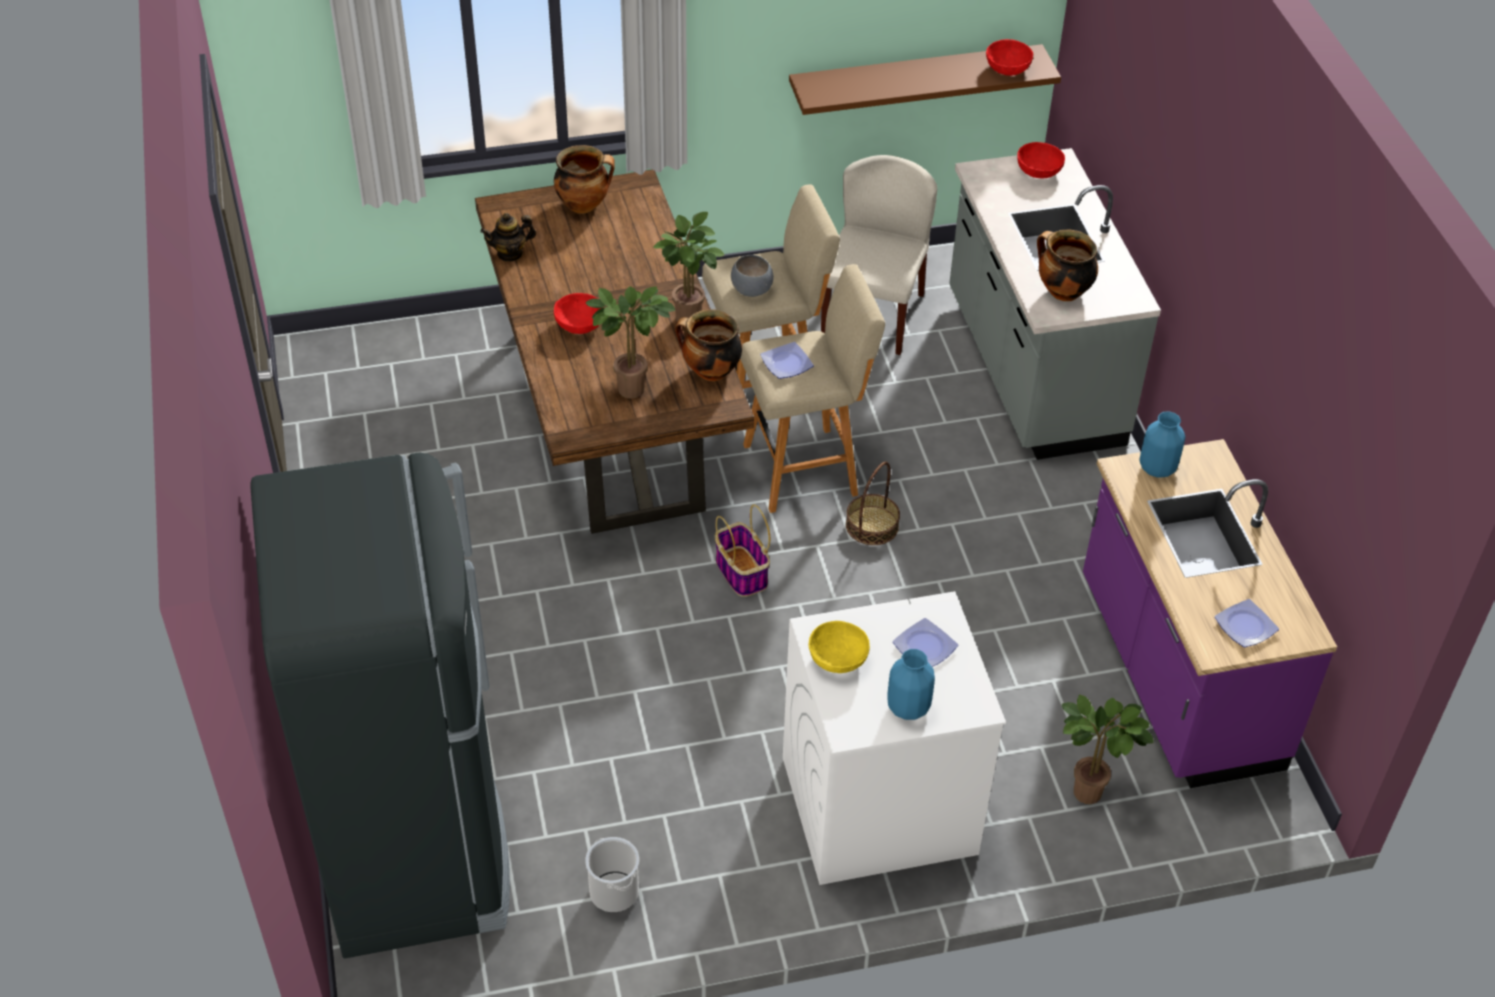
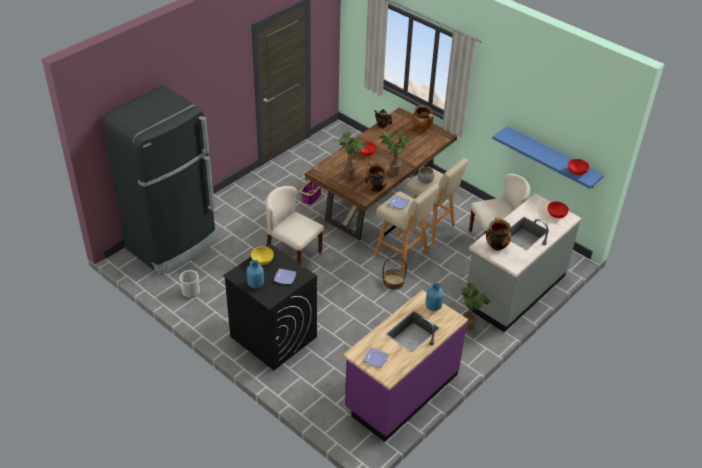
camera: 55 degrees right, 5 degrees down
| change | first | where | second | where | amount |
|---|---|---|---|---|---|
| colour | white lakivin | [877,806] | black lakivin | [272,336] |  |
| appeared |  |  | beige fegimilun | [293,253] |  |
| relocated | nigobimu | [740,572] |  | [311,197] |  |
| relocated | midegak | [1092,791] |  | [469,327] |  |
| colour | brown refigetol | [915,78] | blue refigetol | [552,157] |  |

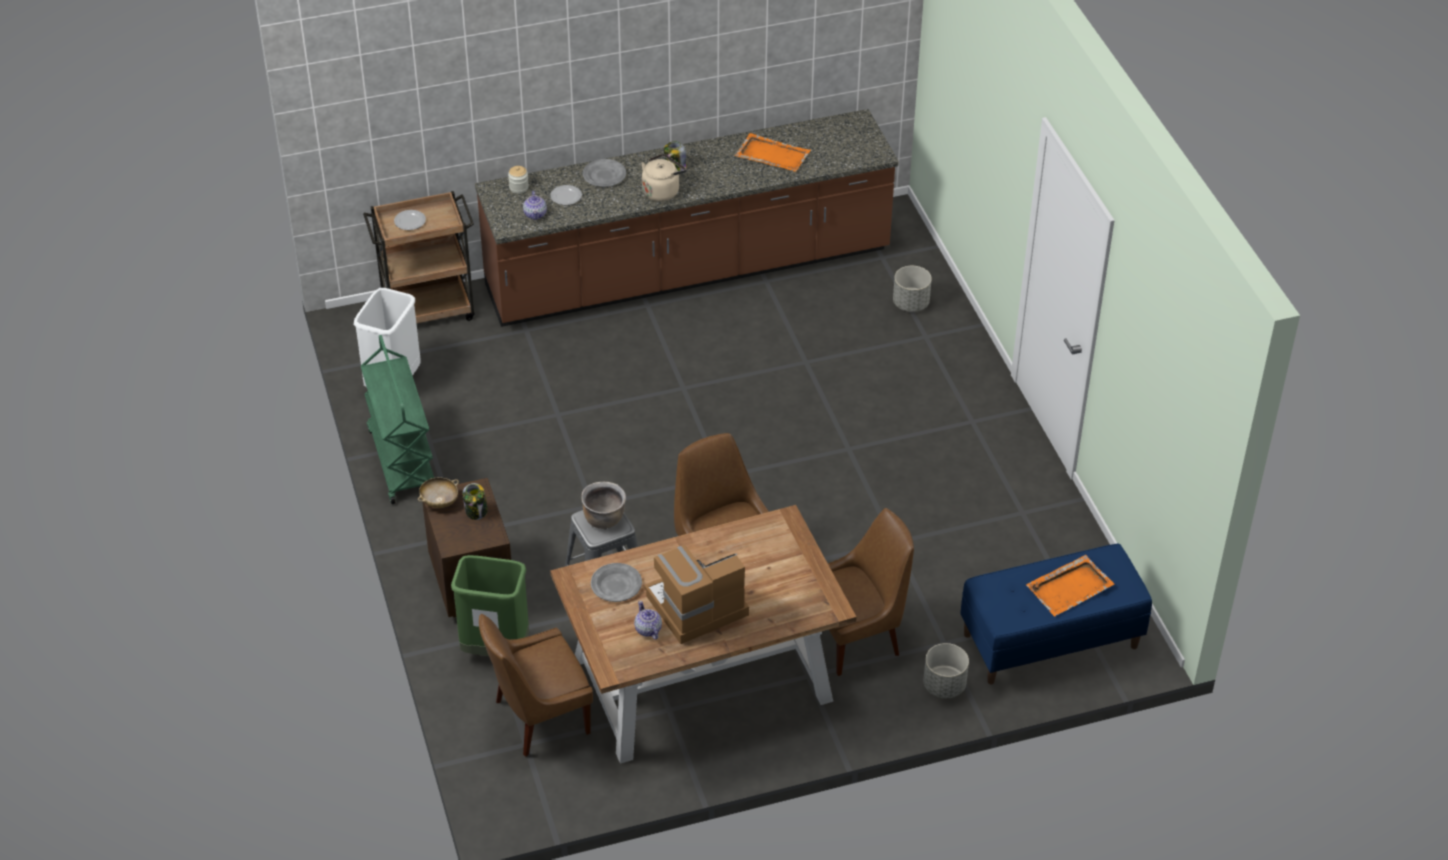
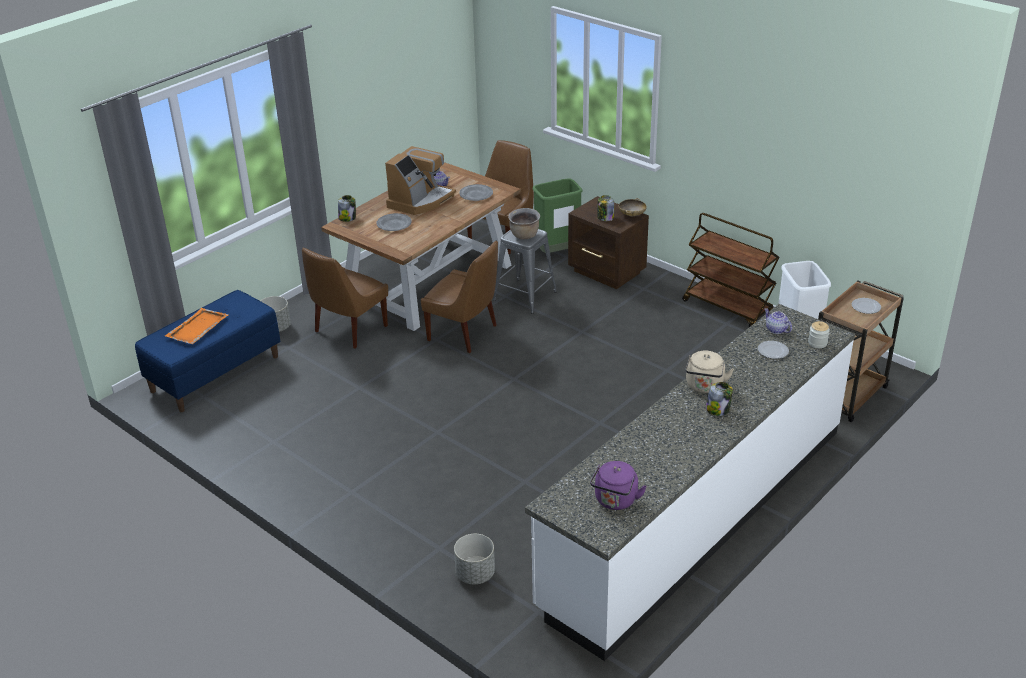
camera: 150 degrees right, 10 degrees down
| change | first | where | second | where | amount |
|---|---|---|---|---|---|
| appeared |  |  | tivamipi | [347,218] |  |
| relocated | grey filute | [604,175] |  | [394,224] |  |
| colour | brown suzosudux | [688,271] | white suzosudux | [695,515] |  |
| appeared |  |  | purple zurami | [615,501] |  |
| colour | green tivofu | [401,461] | brown tivofu | [728,308] |  |
| missing | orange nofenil | [772,155] |  |  |  |

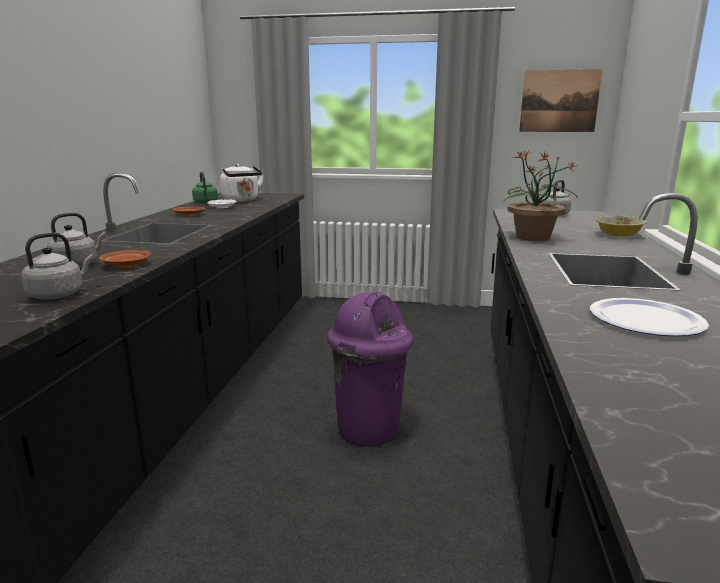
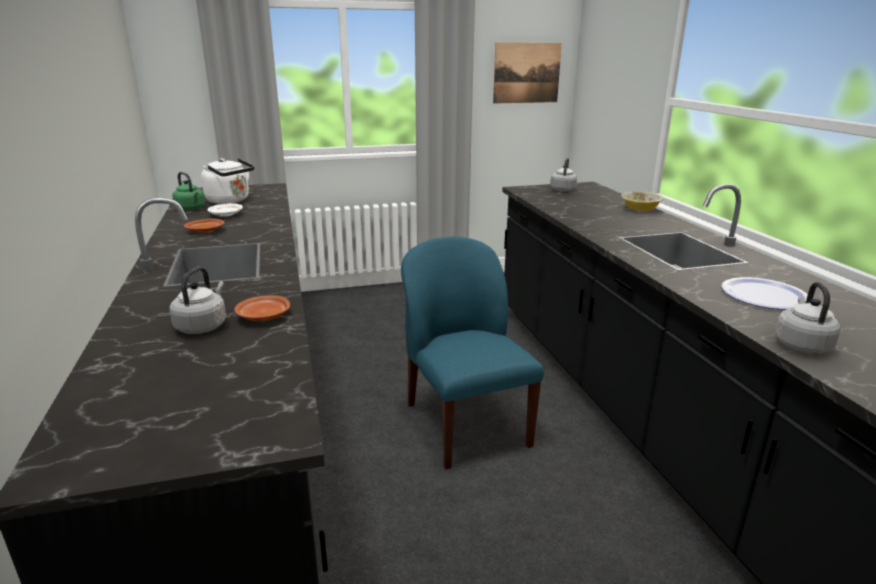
camera: 25 degrees left, 5 degrees up
| change | first | where | second | where | amount |
|---|---|---|---|---|---|
| exchanged | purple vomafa | [369,429] | blue fegimilun | [465,423] |  |
| relocated | grey zurami | [59,294] |  | [801,344] |  |
| missing | midegak | [533,238] |  |  |  |

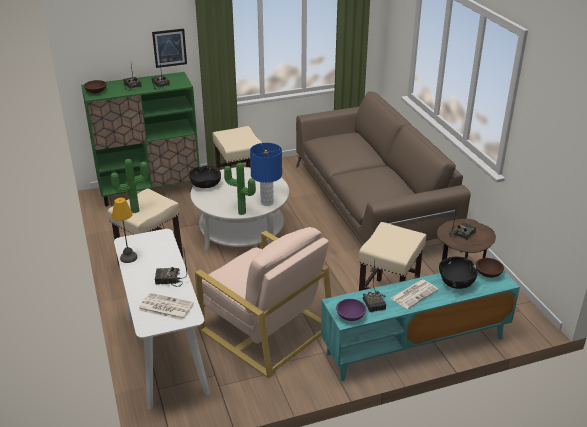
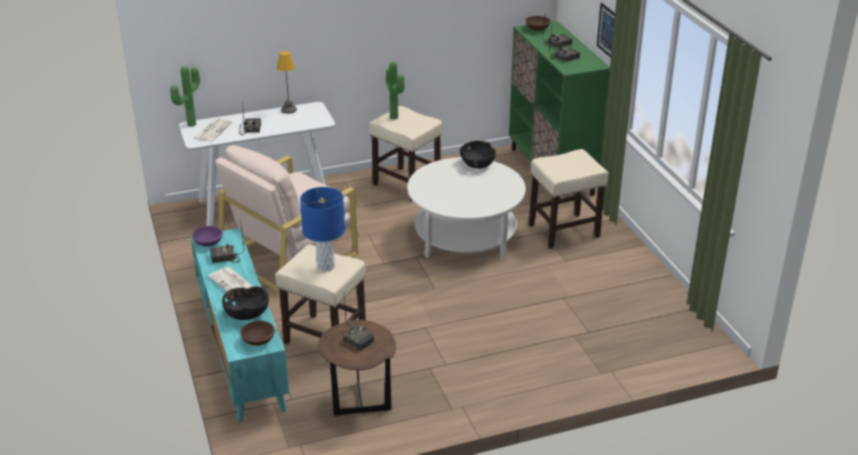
camera: 90 degrees right, 0 degrees up
| change | first | where | second | where | amount |
|---|---|---|---|---|---|
| relocated | midegak | [241,213] |  | [190,124] |  |
| relocated | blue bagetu | [267,202] |  | [326,266] |  |
| missing | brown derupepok | [371,205] |  |  |  |

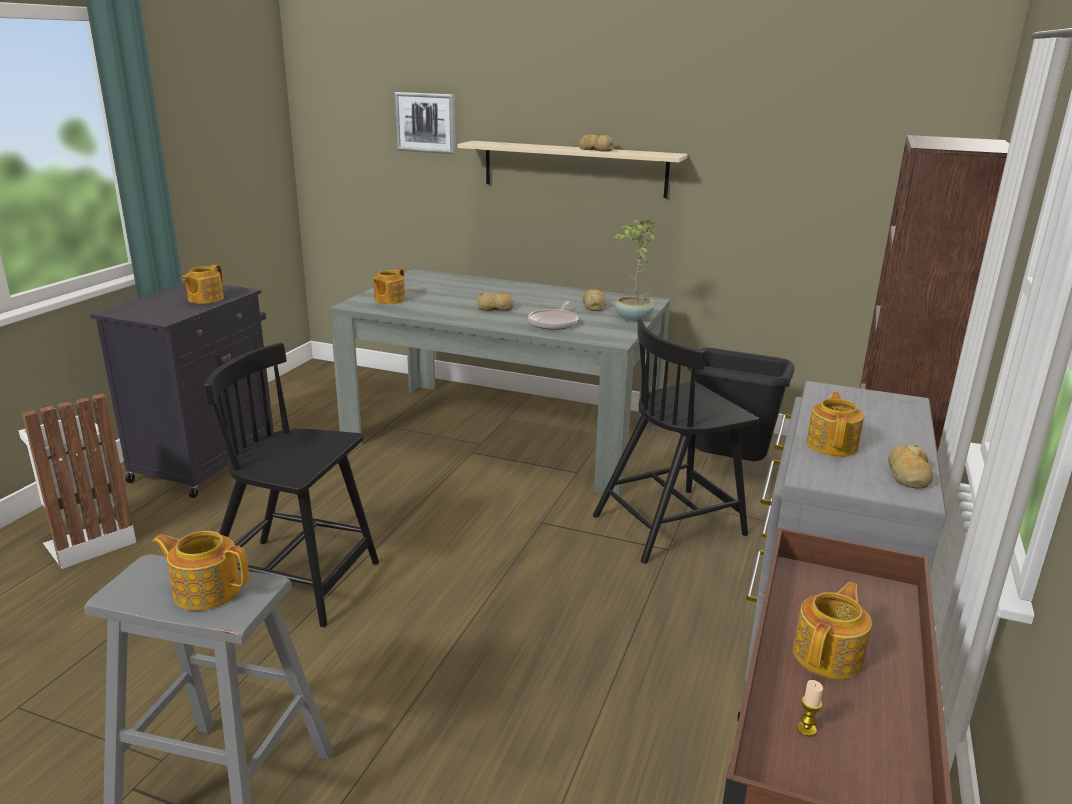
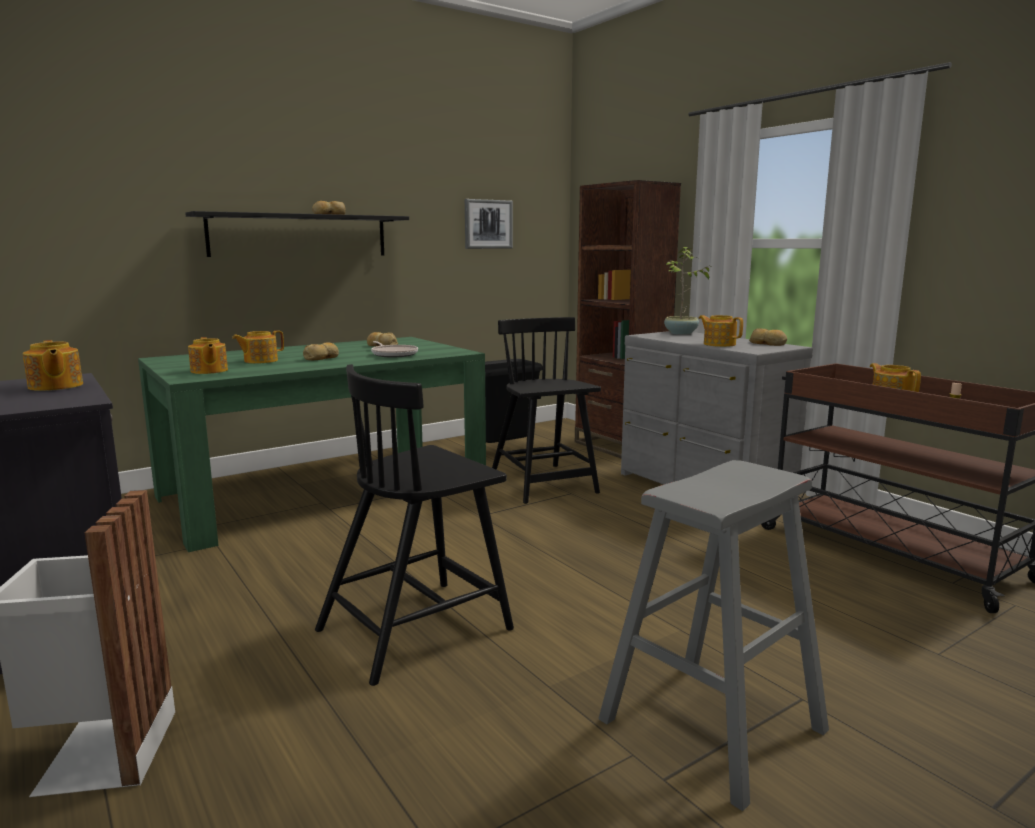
camera: 55 degrees left, 10 degrees down
| change | first | where | second | where | amount |
|---|---|---|---|---|---|
| colour | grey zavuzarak | [505,433] | green zavuzarak | [324,491] |  |
| colour | beige refigetol | [574,169] | black refigetol | [300,235] |  |
| relocated | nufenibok | [206,590] |  | [260,361] |  |
| relocated | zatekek | [425,122] |  | [488,224] |  |
| spun | black fegimilun | [671,524] |  | [543,484] | 150 degrees clockwise |
| relocated | midegak | [632,318] |  | [681,333] |  |

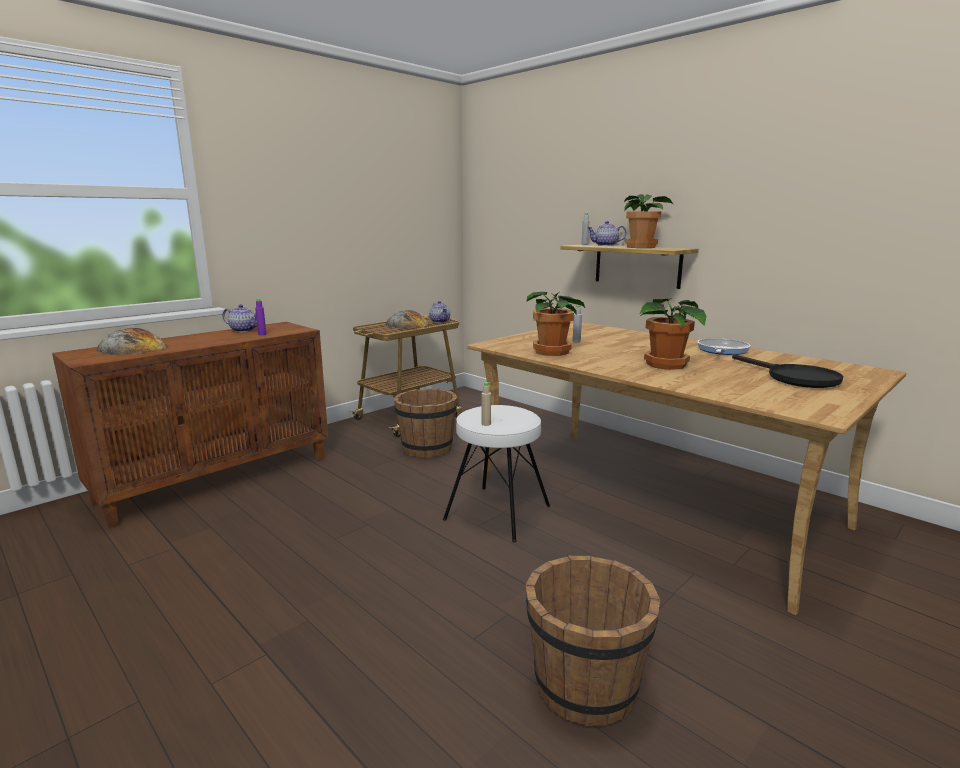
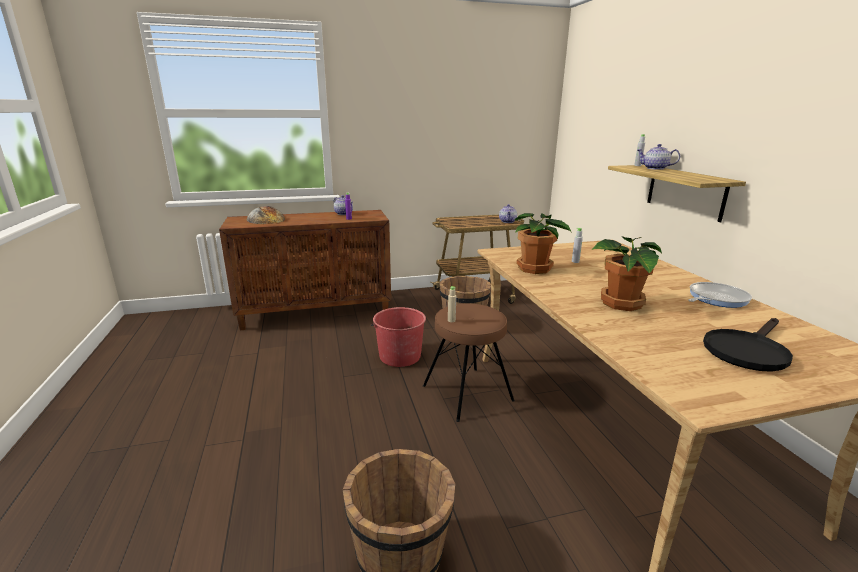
camera: 30 degrees right, 5 degrees up
| change | first | where | second | where | amount |
|---|---|---|---|---|---|
| appeared |  |  | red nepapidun | [399,356] |  |
| colour | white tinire | [497,512] | brown tinire | [467,393] |  |
| spun | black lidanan | [794,378] |  | [747,350] | 45 degrees clockwise |
| missing | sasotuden | [407,324] |  |  |  |
| missing | midegak | [641,247] |  |  |  |

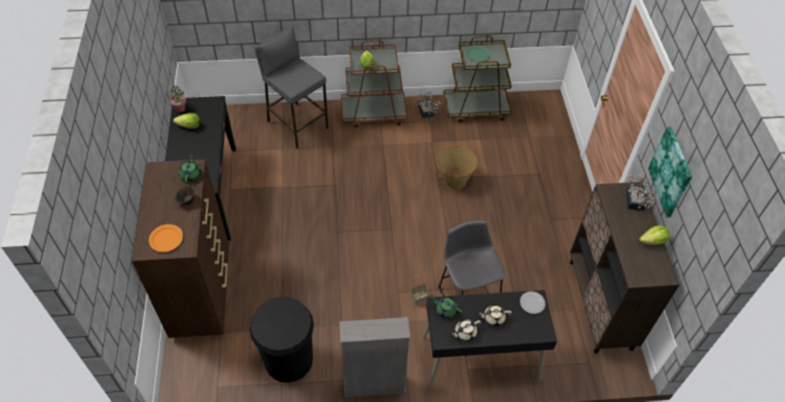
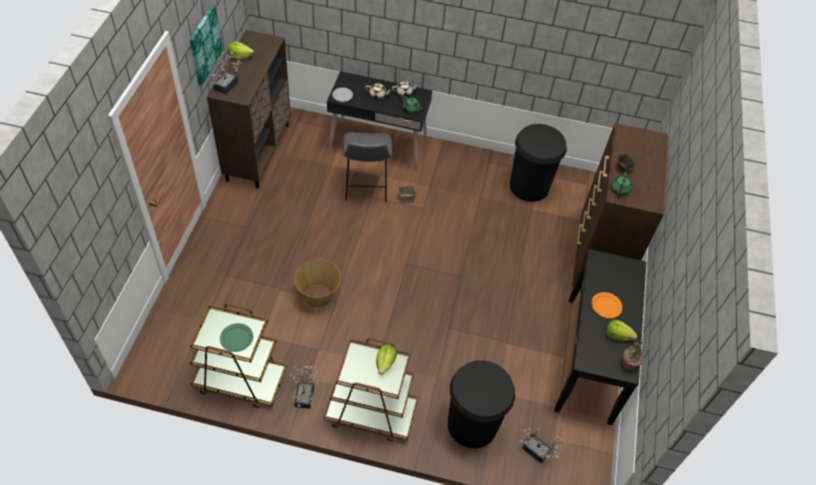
camera: 165 degrees left, 0 degrees up
| change | first | where | second | where | amount |
|---|---|---|---|---|---|
| exchanged | grey tinire | [297,124] | black vomafa | [472,424] |  |
| appeared |  |  | midegak | [538,452] |  |
| relocated | orange filute | [166,239] |  | [606,306] |  |
| missing | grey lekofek | [374,386] |  |  |  |

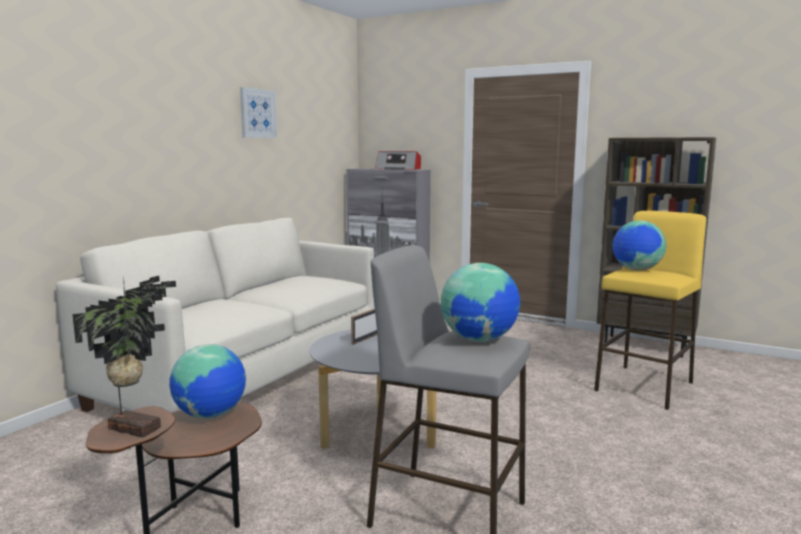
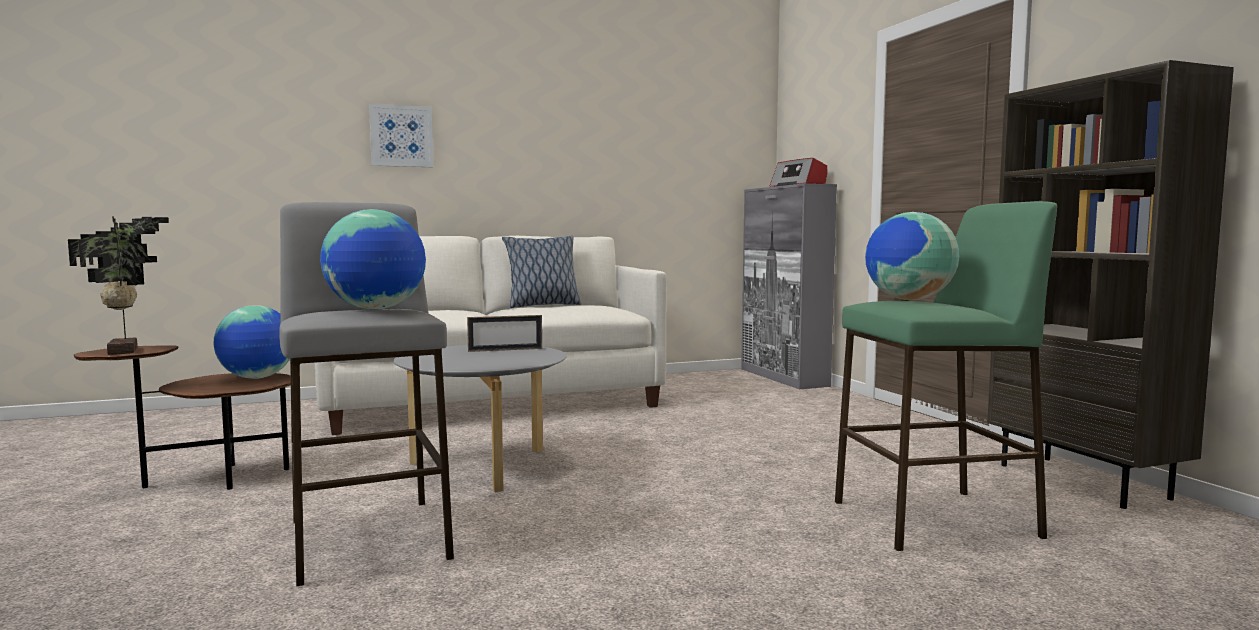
camera: 40 degrees right, 5 degrees down
| change | first | where | second | where | amount |
|---|---|---|---|---|---|
| relocated | zatekek | [257,113] |  | [401,136] |  |
| appeared |  |  | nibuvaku | [542,305] |  |
| colour | yellow tinire | [644,386] | green tinire | [935,519] |  |

